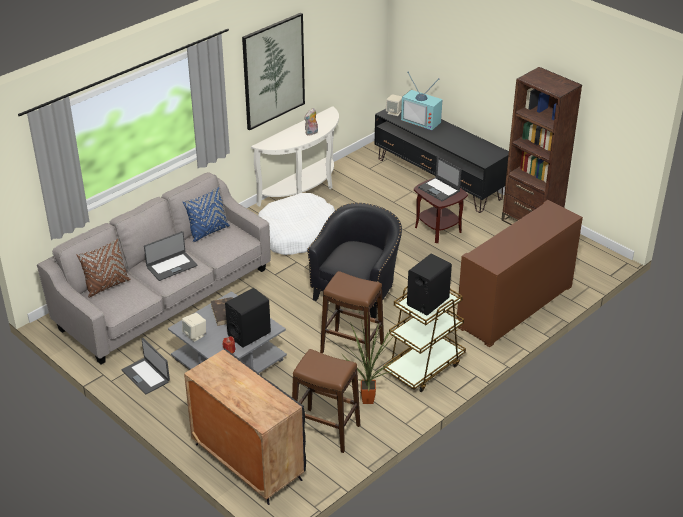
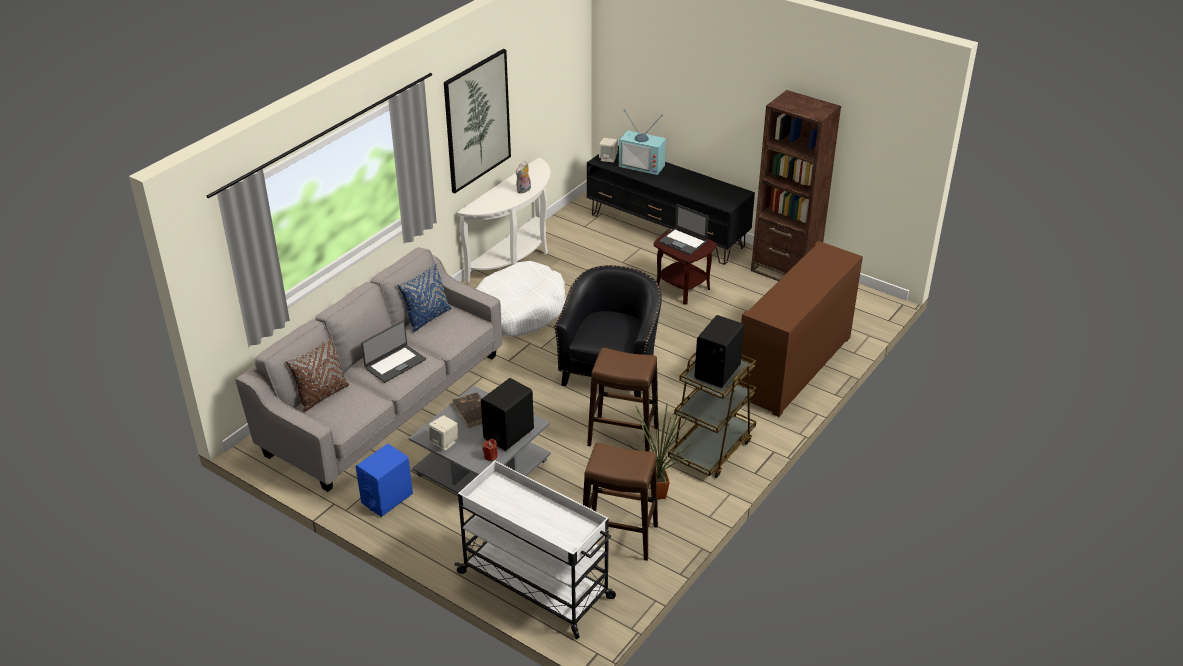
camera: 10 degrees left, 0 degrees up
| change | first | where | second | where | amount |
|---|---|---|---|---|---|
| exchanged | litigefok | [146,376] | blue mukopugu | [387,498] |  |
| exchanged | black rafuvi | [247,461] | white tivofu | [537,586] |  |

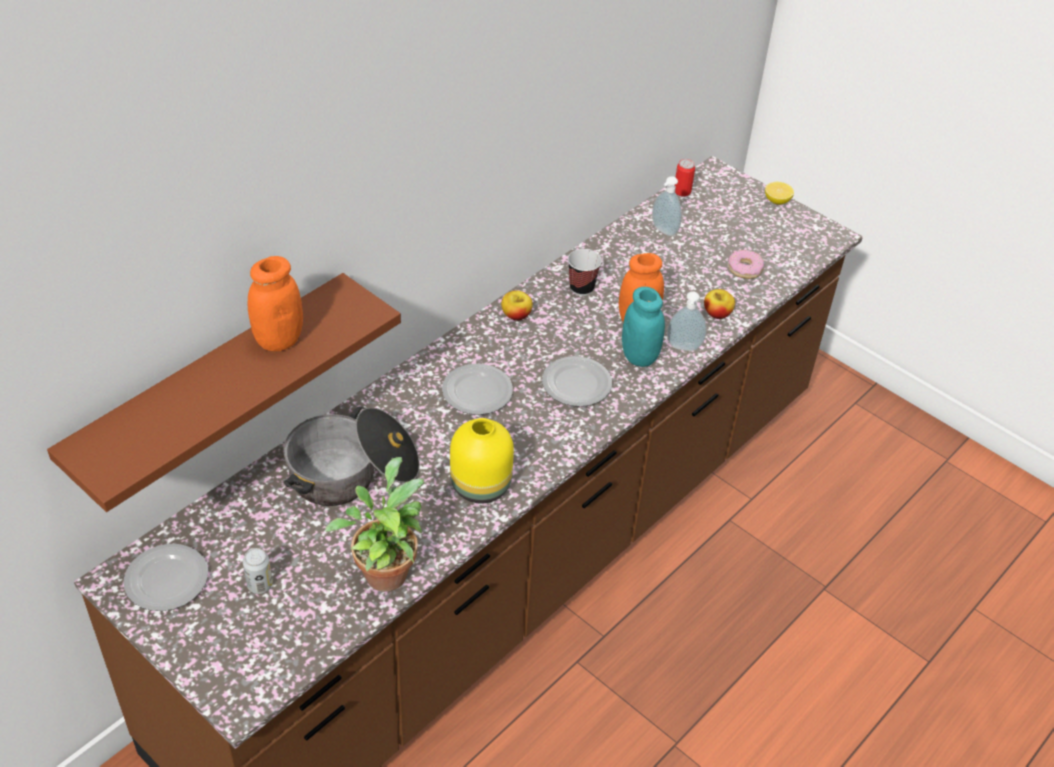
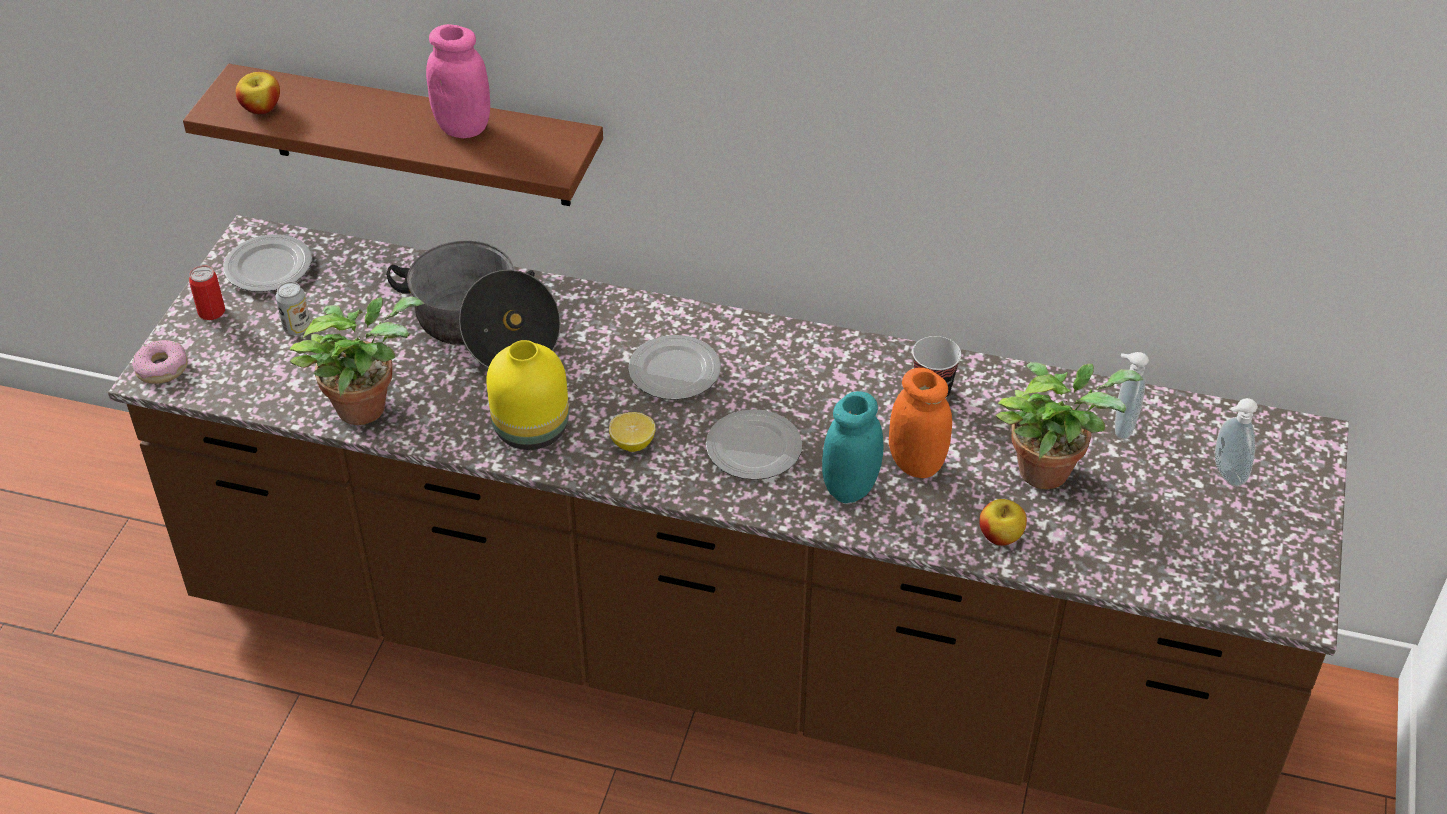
camera: 65 degrees right, 0 degrees up
| change | first | where | second | where | amount |
|---|---|---|---|---|---|
| relocated | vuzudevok | [745,269] |  | [162,368] |  |
| relocated | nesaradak | [682,191] |  | [211,312] |  |
| relocated | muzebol | [516,315] |  | [261,108] |  |
| colour | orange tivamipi | [279,340] | pink tivamipi | [463,127] |  |
| relocated | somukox | [777,201] |  | [632,443] |  |
| appeared |  |  | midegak | [1049,468] |  |
| relocated | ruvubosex | [683,348] |  | [1225,475] |  |

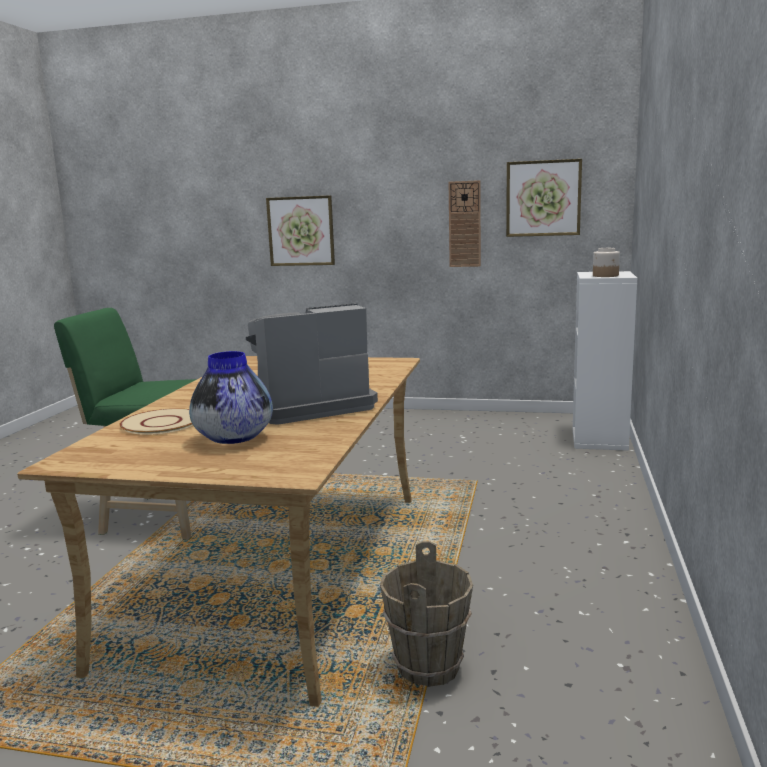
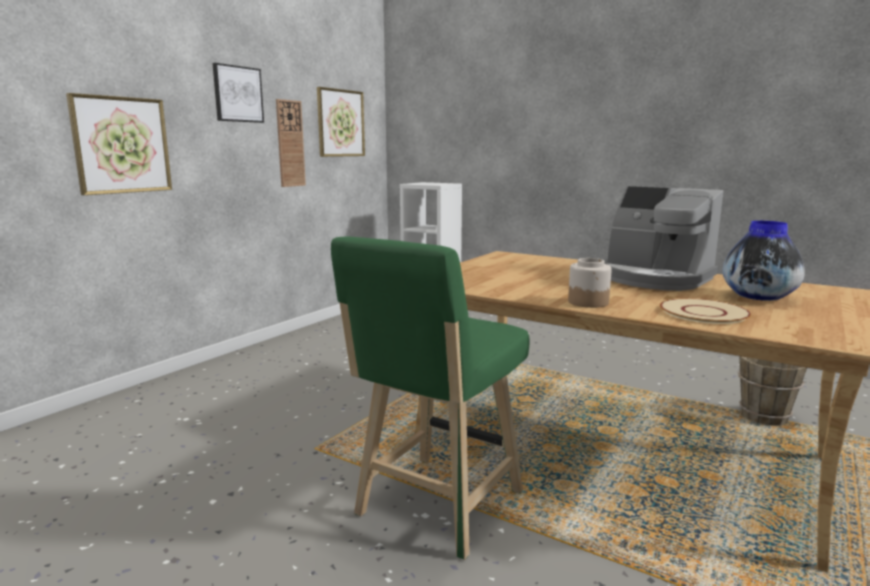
camera: 70 degrees left, 0 degrees up
| change | first | where | second | where | amount |
|---|---|---|---|---|---|
| appeared |  |  | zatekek | [237,94] |  |
| relocated | tivamipi | [606,276] |  | [588,302] |  |
| spun | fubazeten | [308,406] |  | [654,279] | 45 degrees counterclockwise |

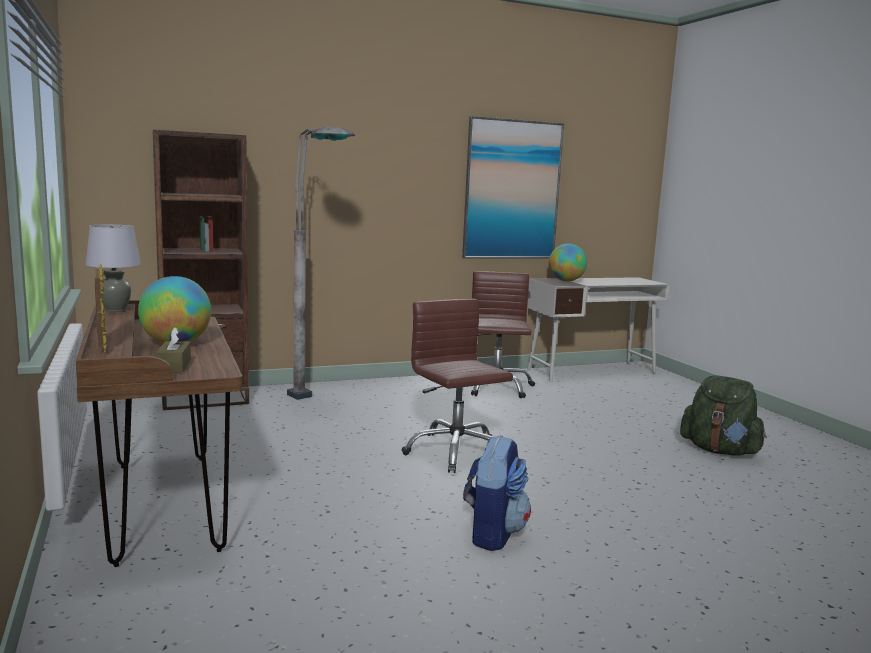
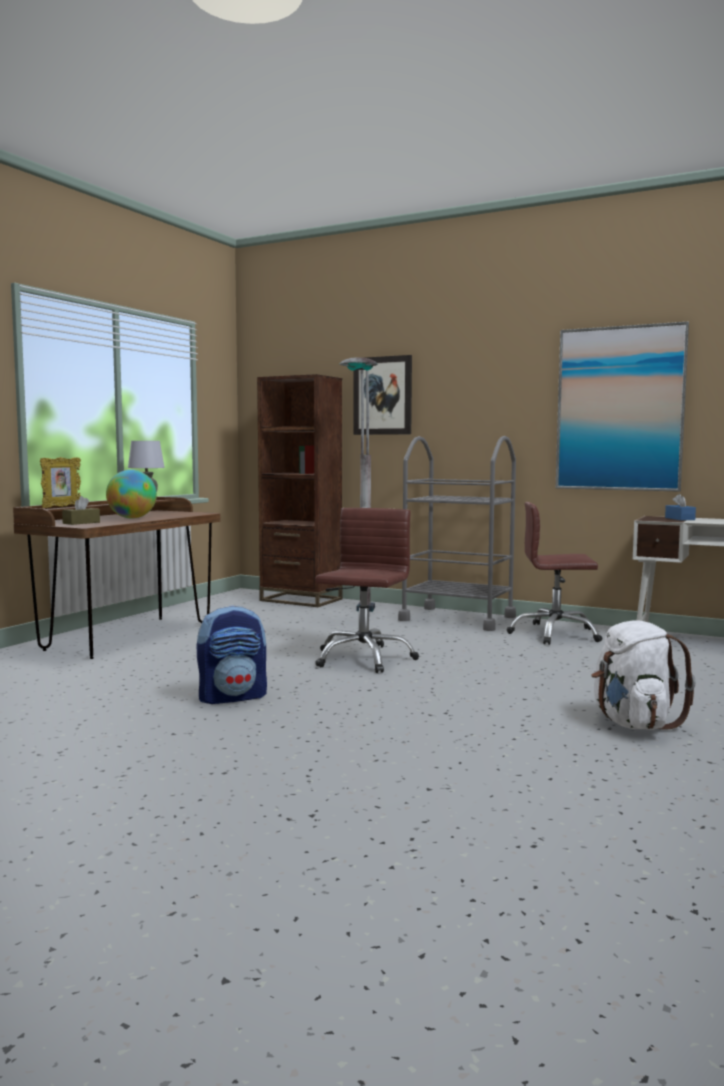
camera: 50 degrees right, 5 degrees down
| change | first | where | second | where | amount |
|---|---|---|---|---|---|
| appeared |  |  | zatekek | [382,395] |  |
| appeared |  |  | grey tivofu | [457,619] |  |
| spun | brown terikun | [495,387] |  | [555,634] | 135 degrees counterclockwise |
| colour | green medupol | [720,450] | white medupol | [633,724] |  |
| exchanged | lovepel | [566,281] | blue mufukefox | [679,519] |  |

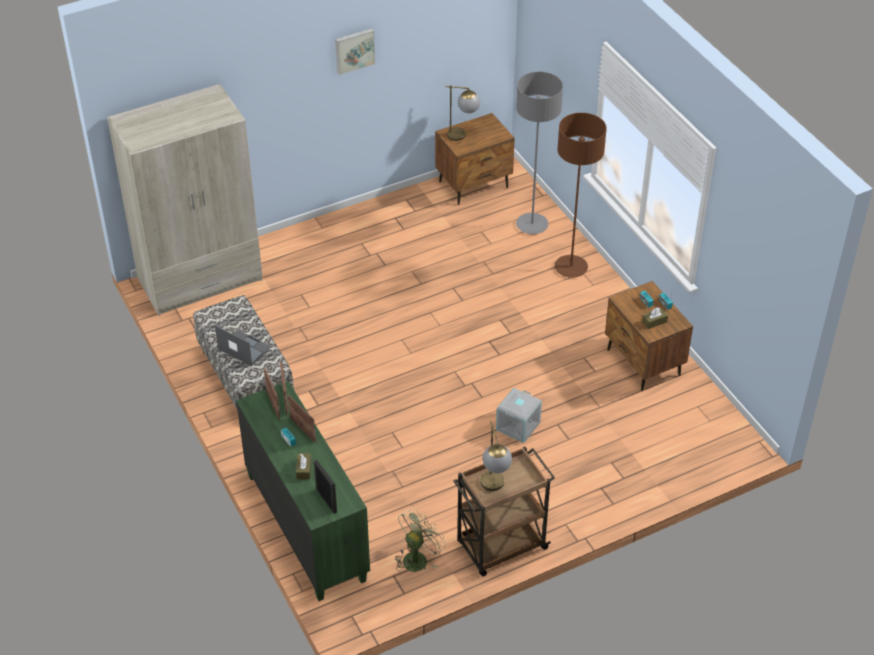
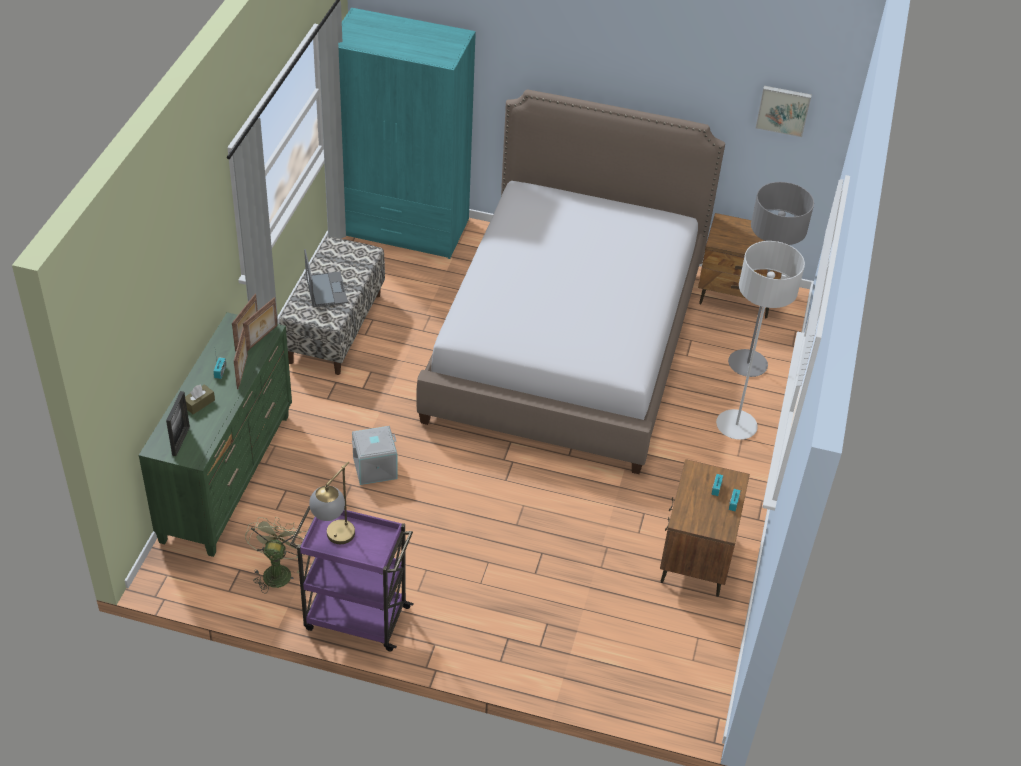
camera: 40 degrees right, 0 degrees up
| change | first | where | second | where | amount |
|---|---|---|---|---|---|
| spun | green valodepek | [417,557] |  | [277,571] | 75 degrees counterclockwise |
| colour | brown tivofu | [500,546] | purple tivofu | [355,617] |  |
| colour | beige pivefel | [200,279] | turquoise pivefel | [402,227] |  |
| relocated | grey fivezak | [518,426] |  | [375,468] |  |
| appeared |  |  | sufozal | [567,343] |  |
| colour | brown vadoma | [571,267] | grey vadoma | [736,426] |  |
| relocated | zatekek | [354,50] |  | [783,110] |  |
| missing | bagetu | [463,135] |  |  |  |
| missing | brown mufukefox | [654,322] |  |  |  |

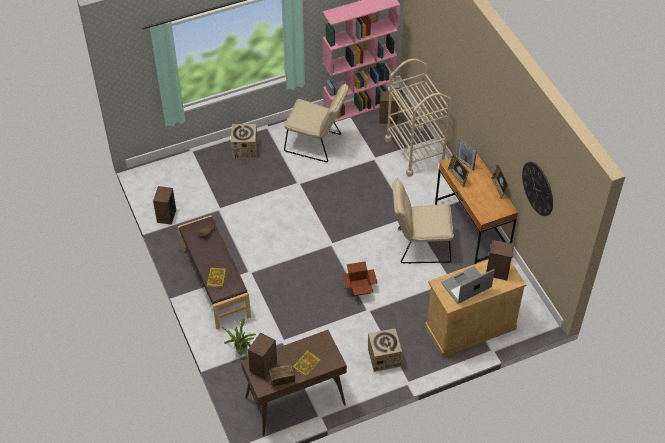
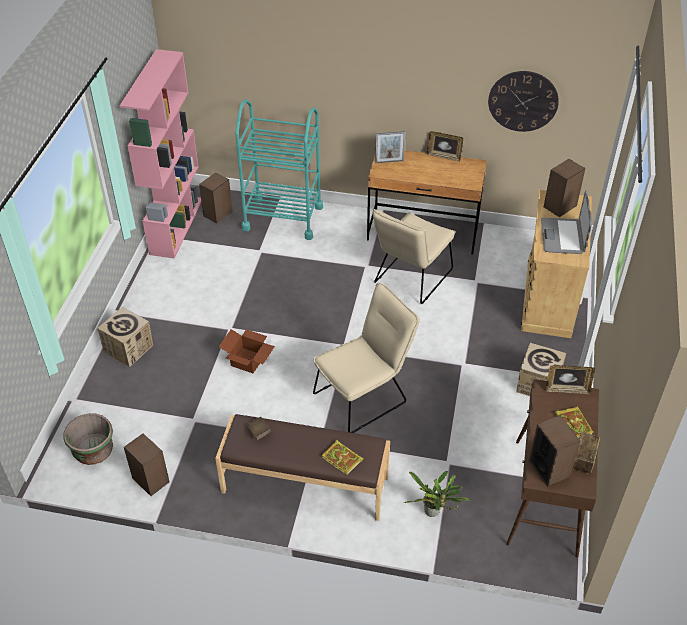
camera: 55 degrees left, 5 degrees down
| change | first | where | second | where | amount |
|---|---|---|---|---|---|
| appeared |  |  | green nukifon | [93,451] |  |
| relocated | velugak | [359,288] |  | [248,361] |  |
| colour | beige tivofu | [415,151] | turquoise tivofu | [283,218] |  |
| relocated | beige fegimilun | [316,144] |  | [365,395] |  |
| relocated | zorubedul | [457,177] |  | [567,389] |  |

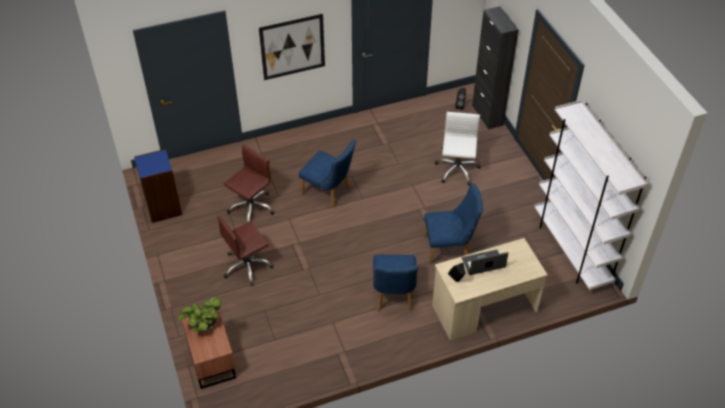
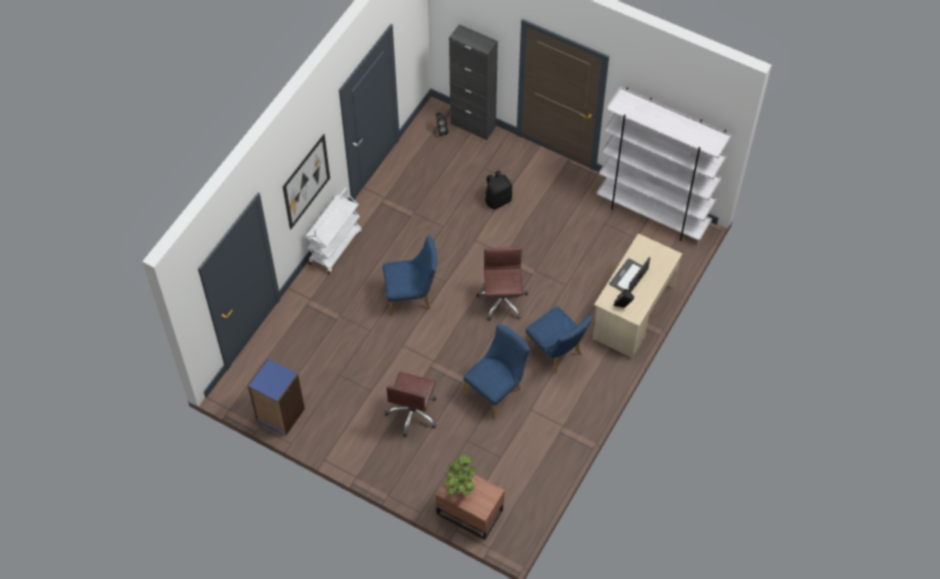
camera: 40 degrees left, 10 degrees up
| change | first | where | second | where | amount |
|---|---|---|---|---|---|
| appeared |  |  | white tivofu | [335,246] |  |
| relocated | blue fegimilun | [450,248] |  | [497,390] |  |
| relocated | brown terikun | [251,207] |  | [502,301] |  |
| exchanged | white terikun | [456,170] | black medupol | [498,200] |  |

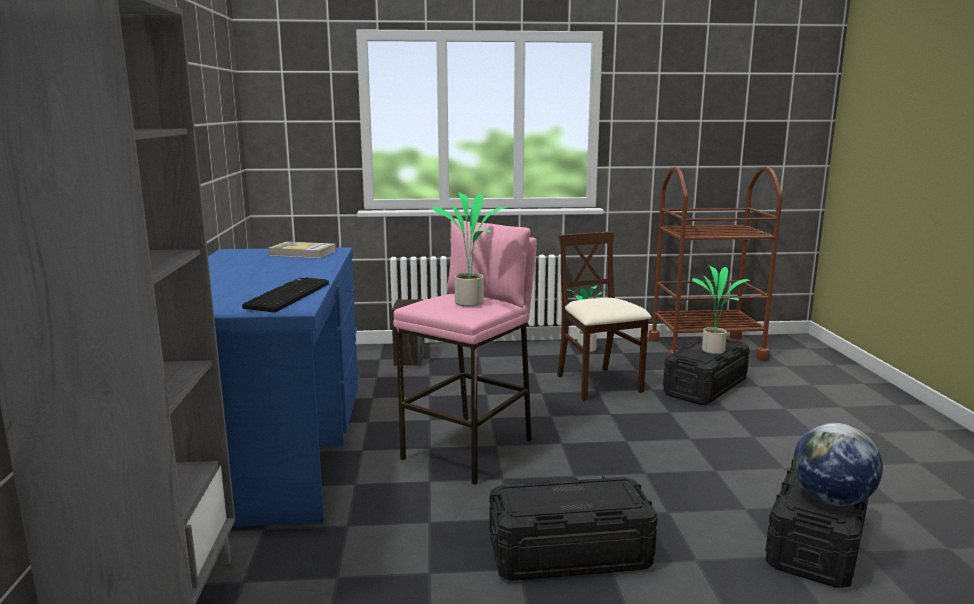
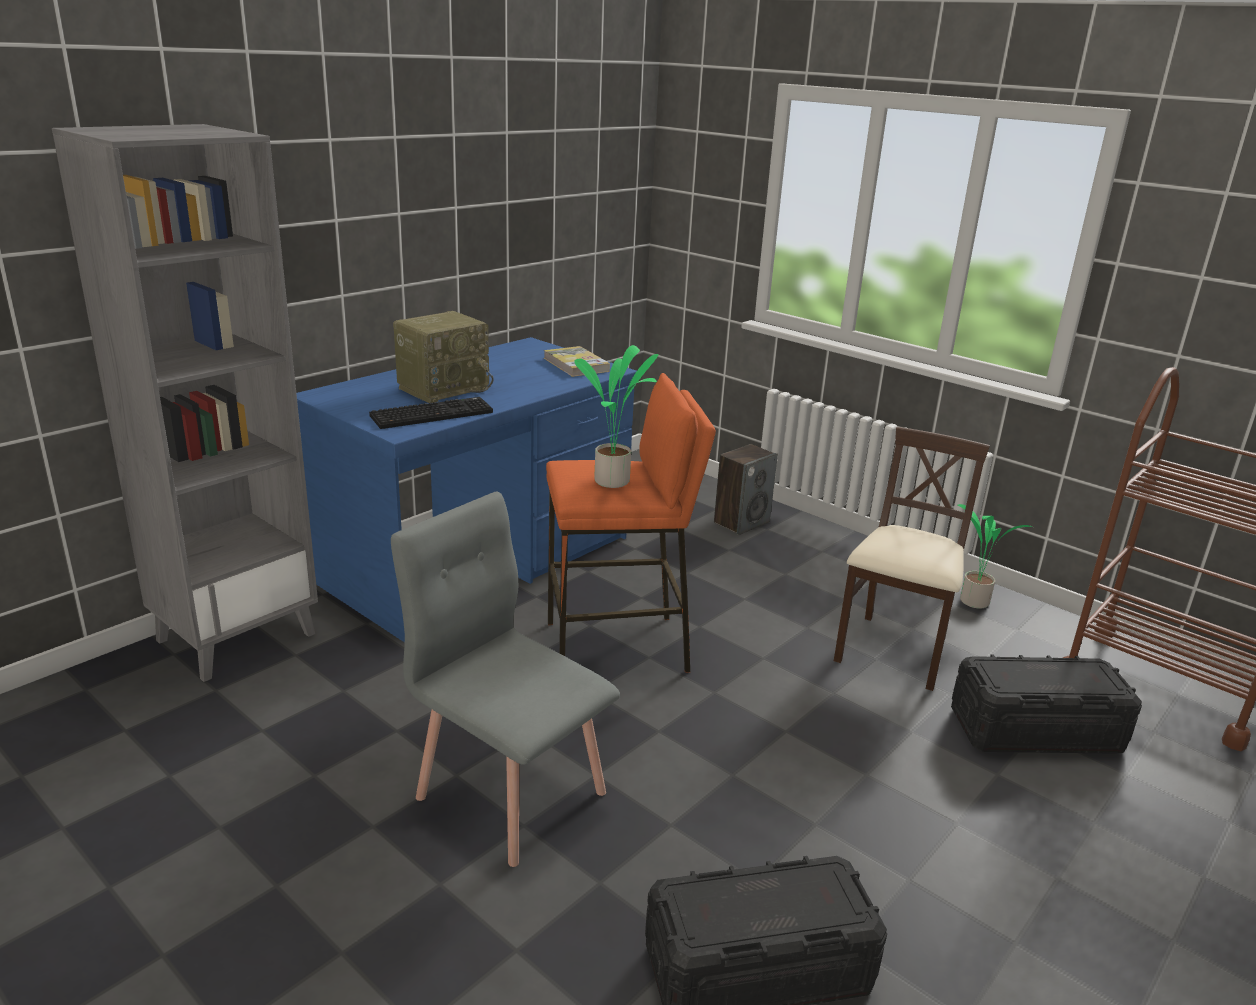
camera: 45 degrees right, 10 degrees up
| change | first | where | second | where | amount |
|---|---|---|---|---|---|
| exchanged | black fivezak | [569,554] | grey fegimilun | [511,793] |  |
| appeared |  |  | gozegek | [444,388] |  |
| colour | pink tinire | [469,450] | orange tinire | [617,648] |  |
| missing | midegak | [714,350] |  |  |  |
| missing | lovepel | [831,500] |  |  |  |

